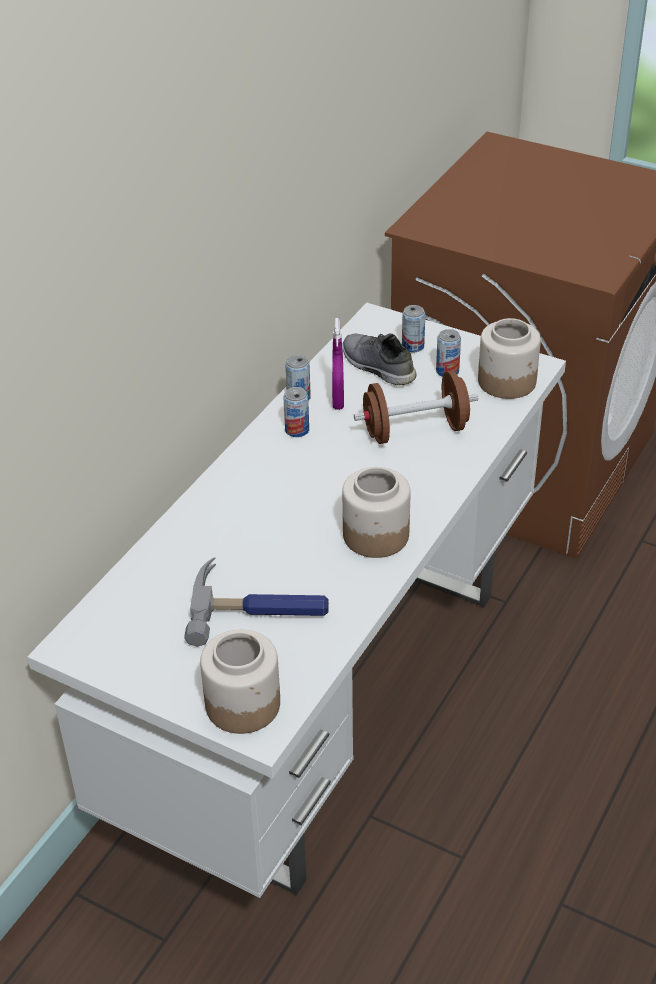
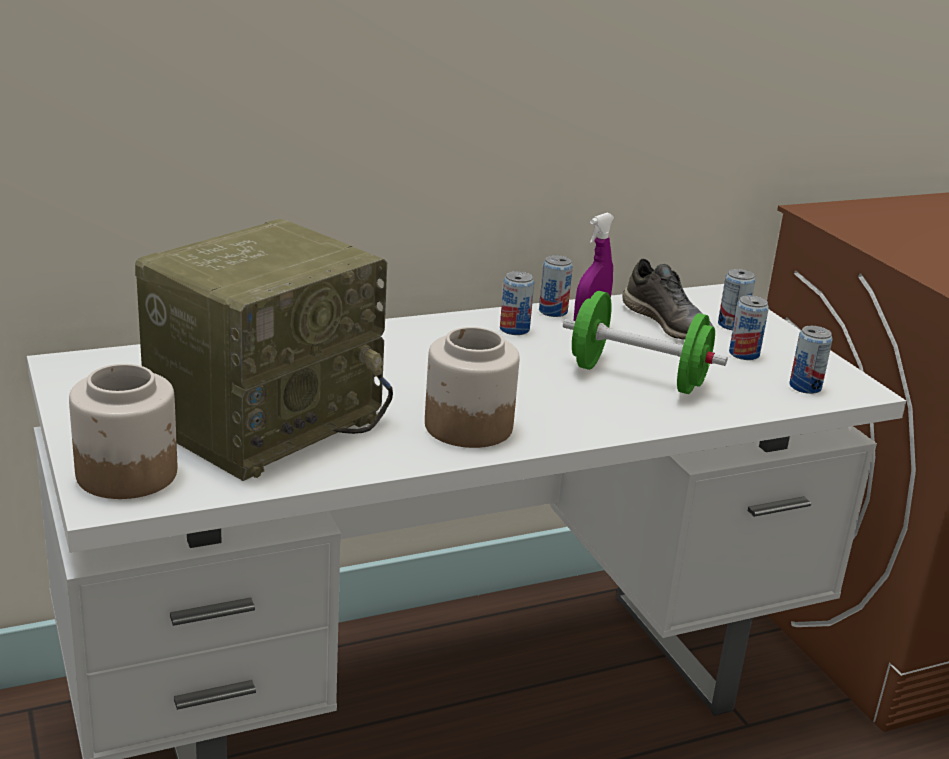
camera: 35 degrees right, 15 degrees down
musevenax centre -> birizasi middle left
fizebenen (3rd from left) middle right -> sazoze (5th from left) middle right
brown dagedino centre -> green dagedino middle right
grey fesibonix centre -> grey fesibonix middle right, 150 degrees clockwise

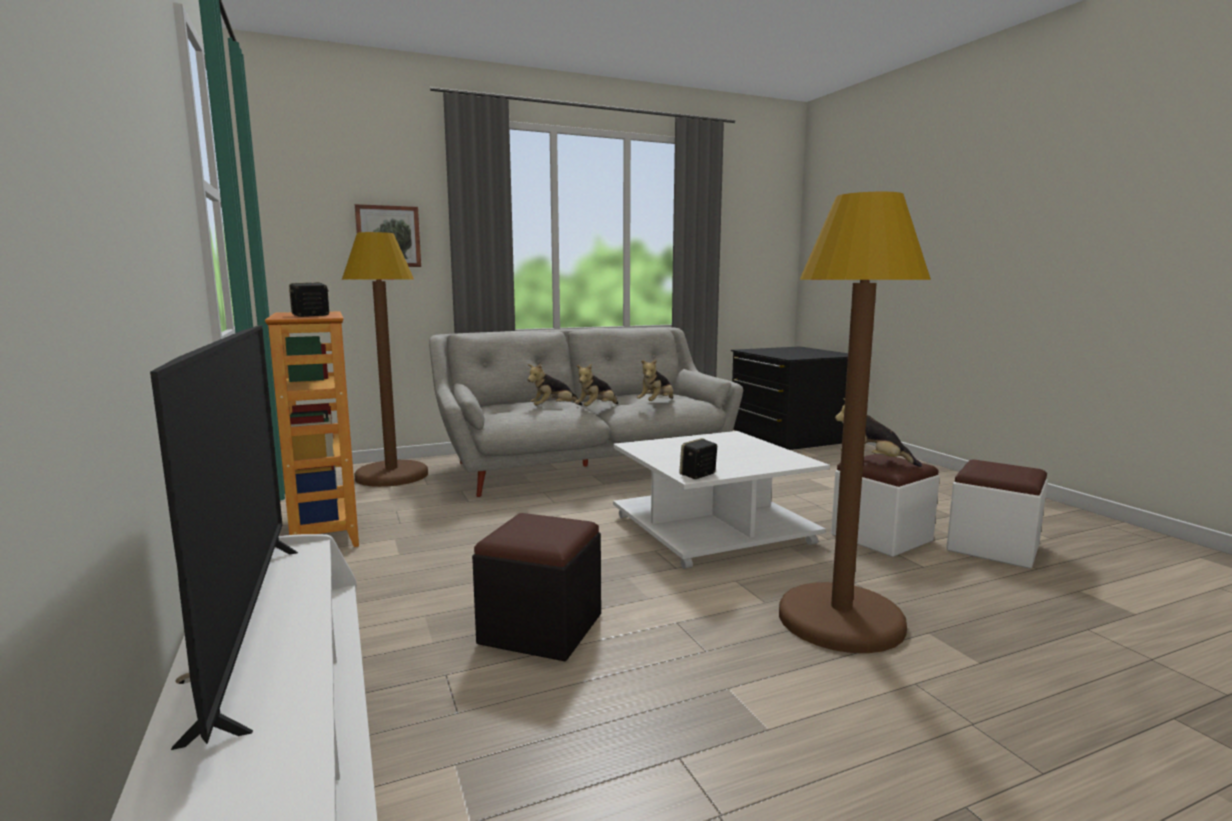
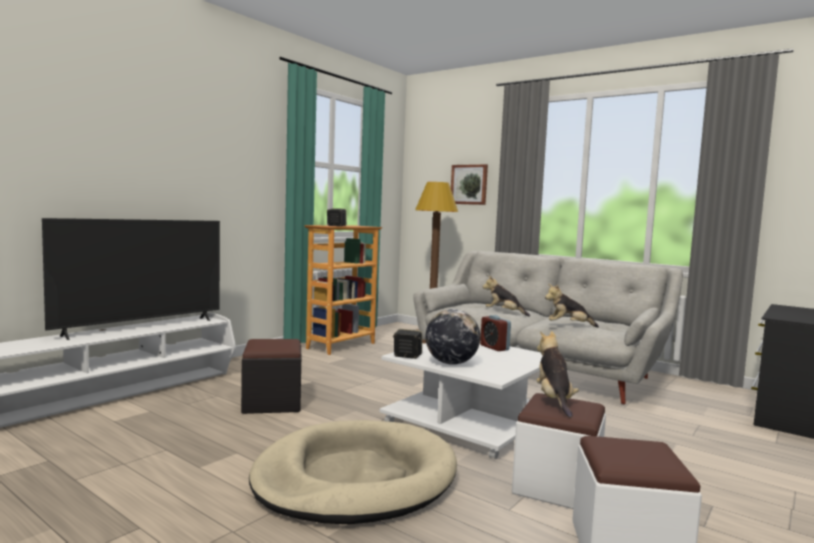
camera: 60 degrees right, 5 degrees down
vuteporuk (2nd from left) centre -> none
none -> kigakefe centre
none -> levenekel centre
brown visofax (2nd from left) middle right -> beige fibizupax bottom centre

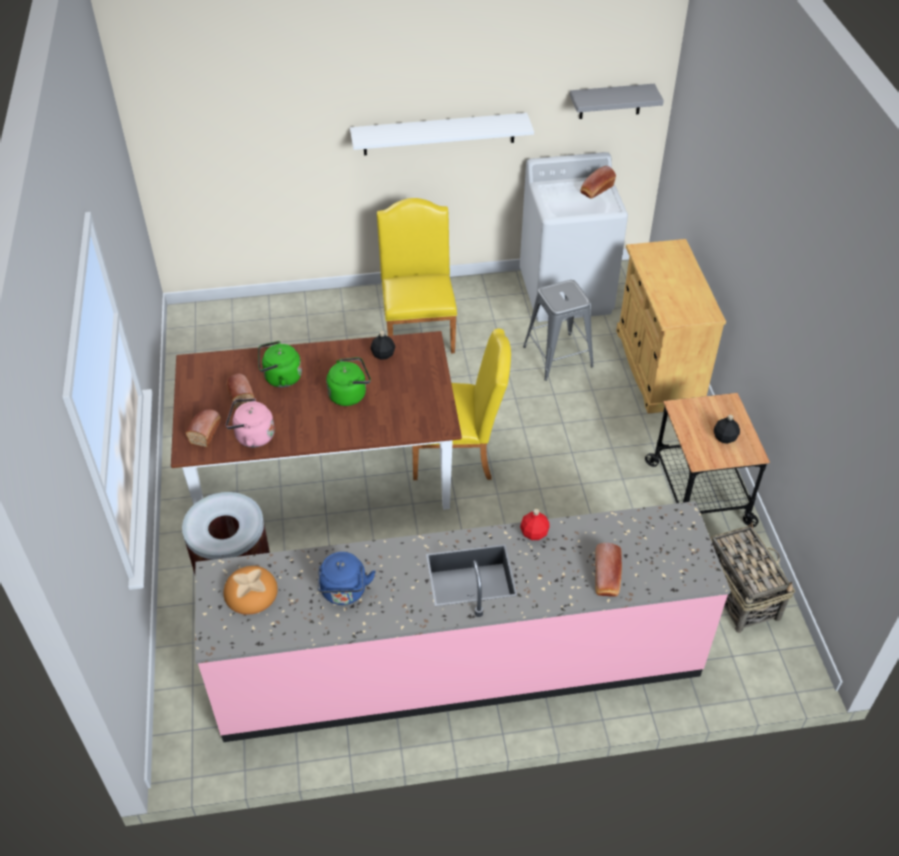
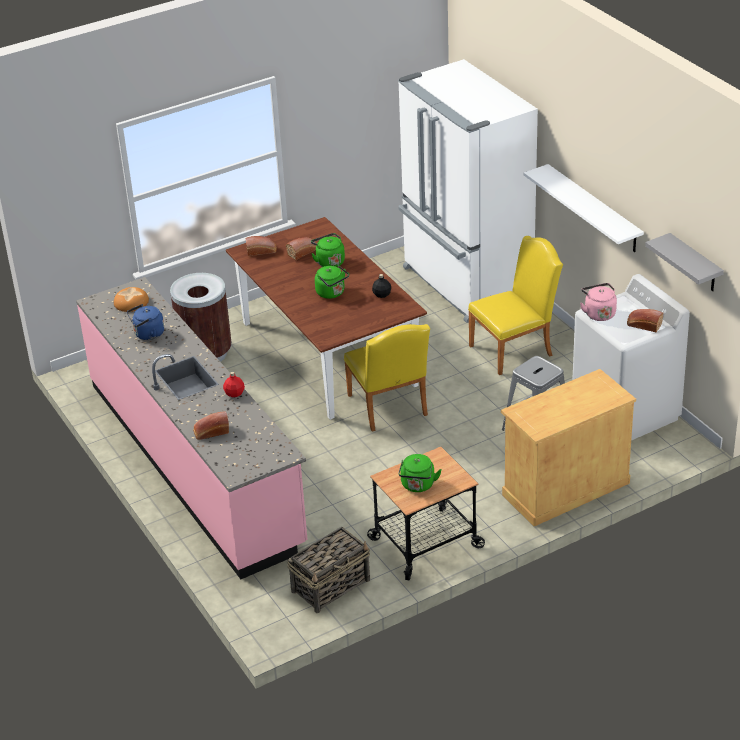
camera: 70 degrees right, 10 degrees down
none -> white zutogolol top centre
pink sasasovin middle left -> pink sasasovin middle right, moved
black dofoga (2nd from left) middle right -> green sasasovin (3rd from left) centre

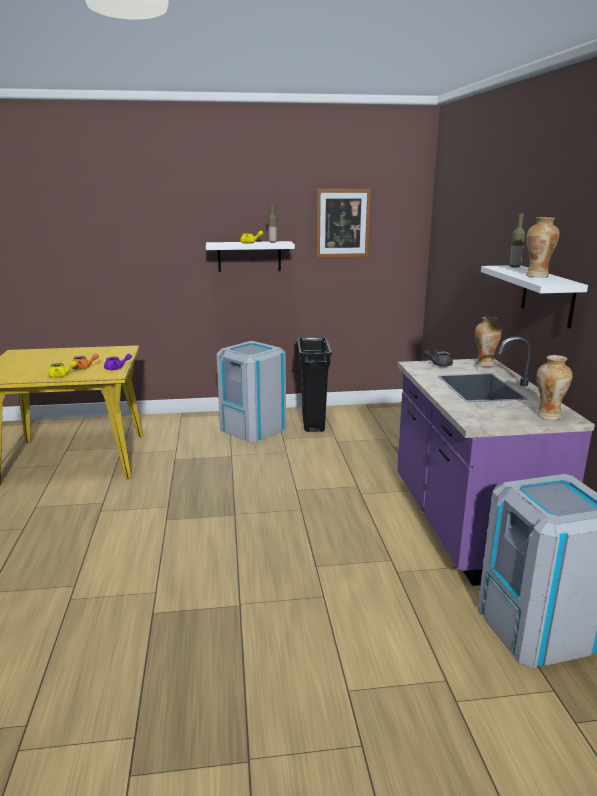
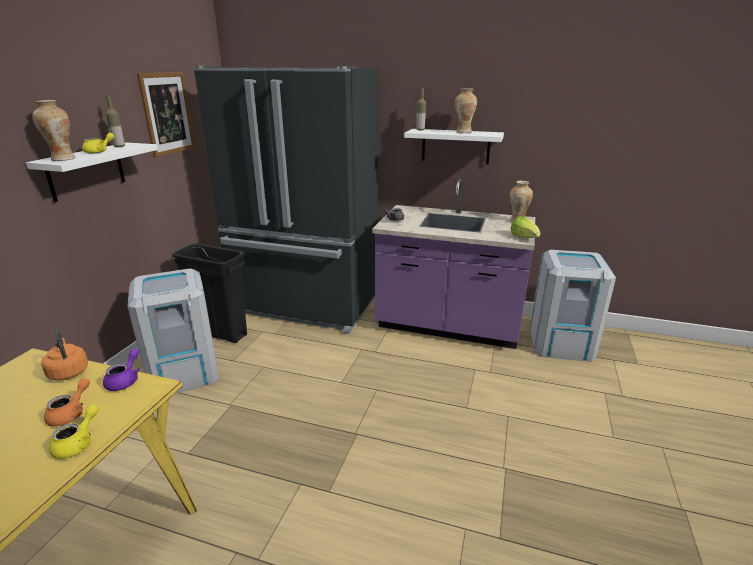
camera: 65 degrees left, 5 degrees up
none -> orange sasasovin middle left
none -> black zutogolol centre
none -> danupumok middle right
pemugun (1st from left) middle right -> pemugun (1st from left) top left, moved

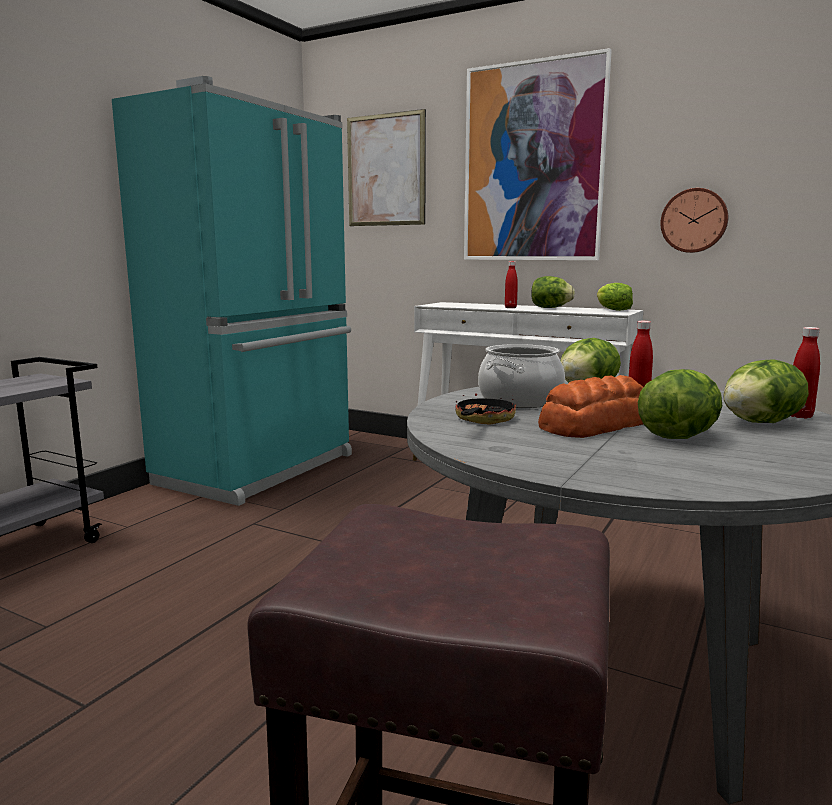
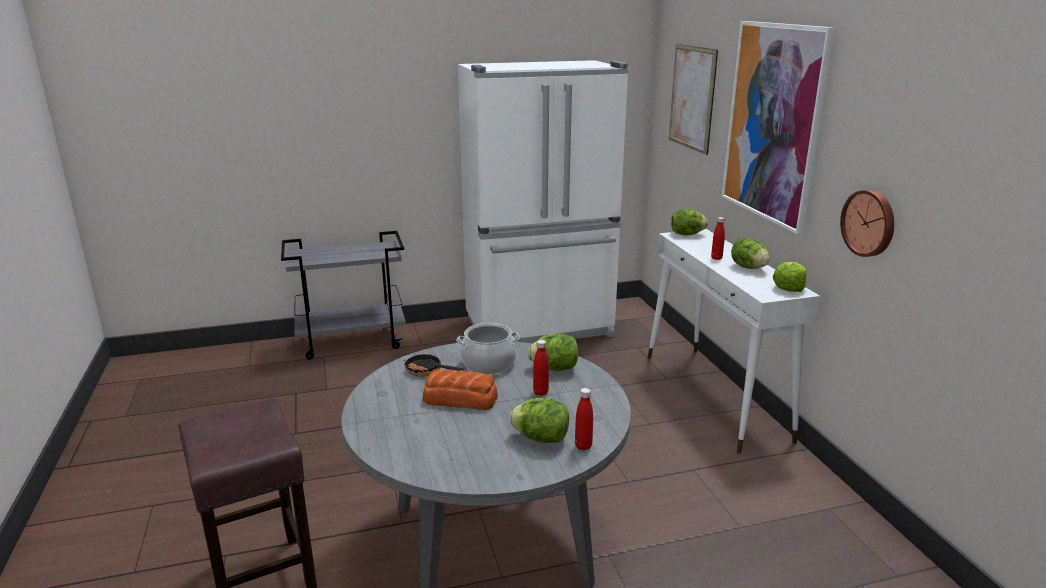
camera: 45 degrees right, 10 degrees up
danupumok (4th from left in the first image) middle right -> danupumok (3rd from left) centre, moved
turquoise zutogolol middle left -> white zutogolol centre
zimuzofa centre, 120 degrees counterclockwise

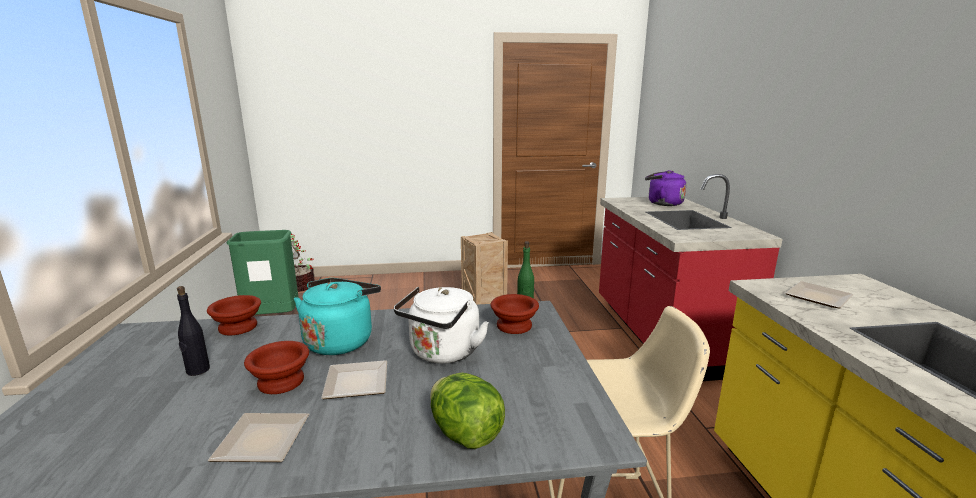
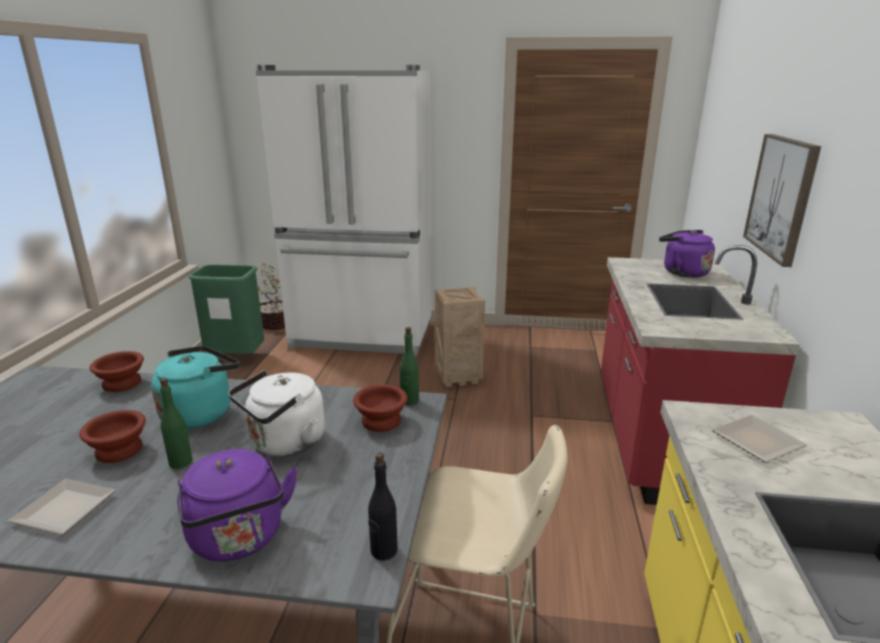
camera: 15 degrees right, 5 degrees up
none -> white zutogolol top centre
none -> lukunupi top right
black dofoga middle left -> black dofoga bottom centre, moved
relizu (2nd from left) bottom centre -> green dofoga (1st from left) middle left
danupumok bottom centre -> purple sasasovin (1st from left) bottom left

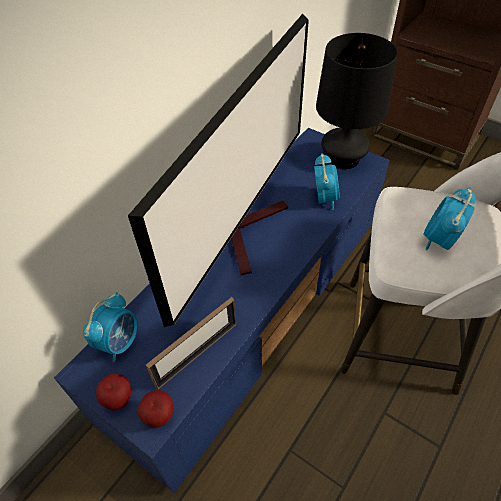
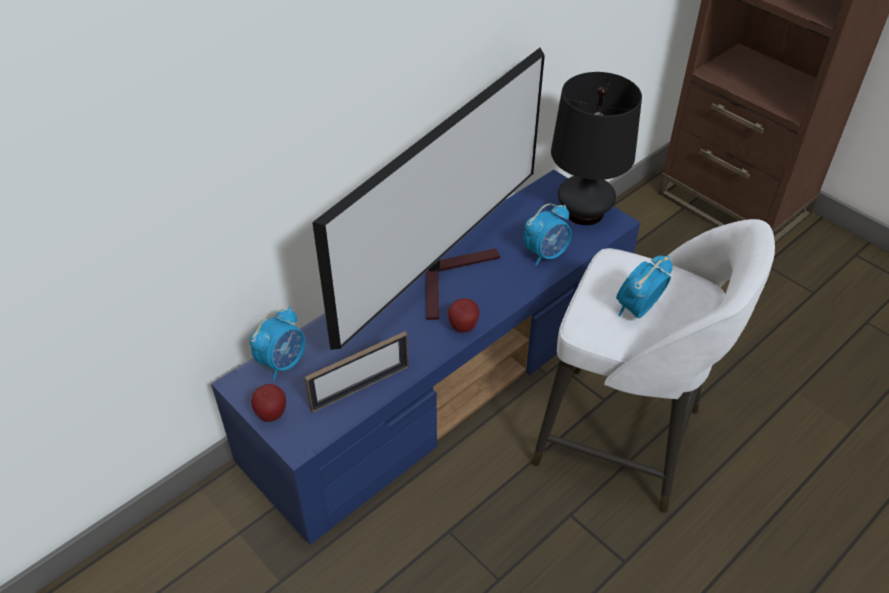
camera: 10 degrees right, 5 degrees down
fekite (2nd from left) bottom left -> fekite (2nd from left) centre, moved
levenekel (2nd from left) centre, 45 degrees clockwise

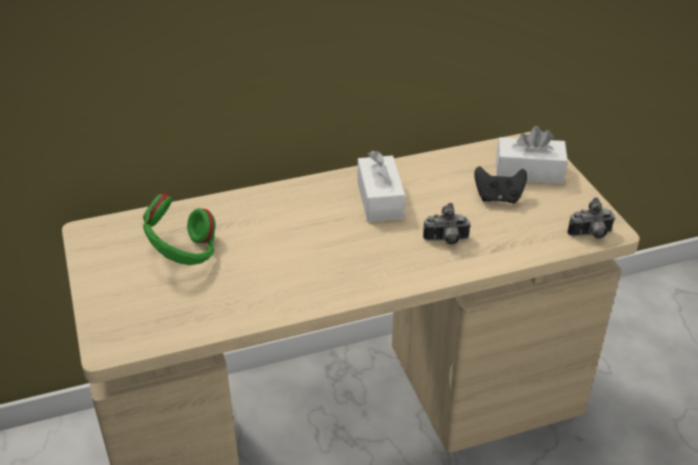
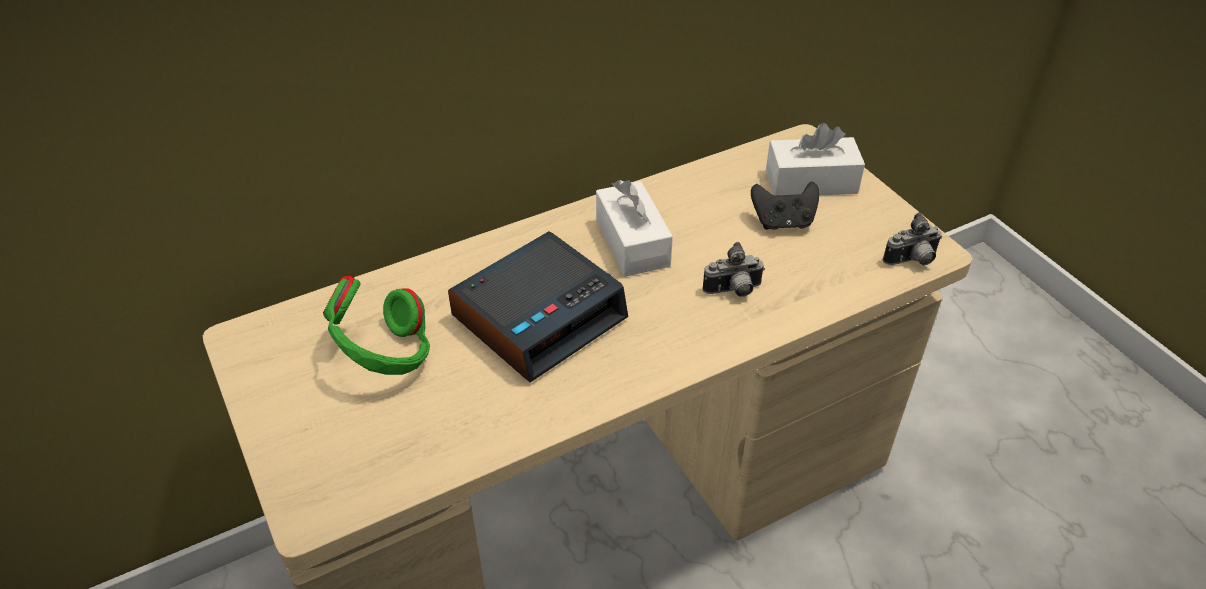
camera: 10 degrees left, 5 degrees up
none -> levenekel centre

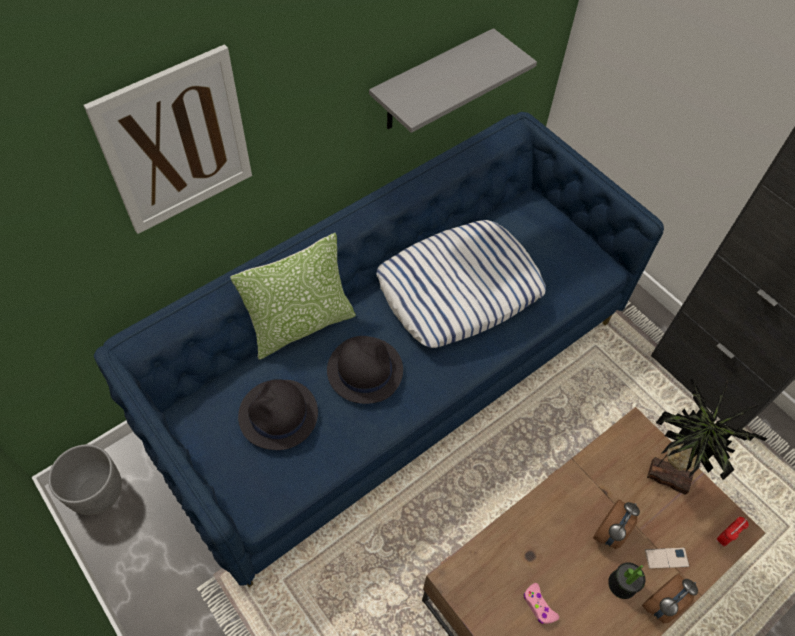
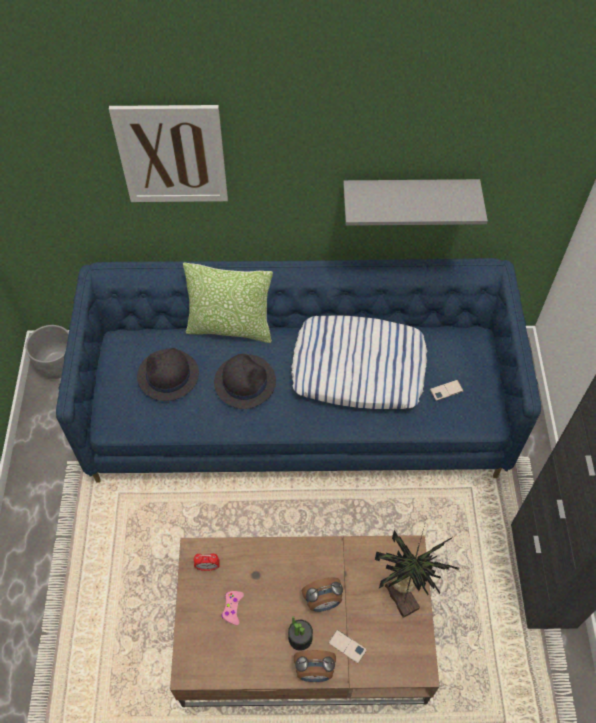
camera: 40 degrees right, 0 degrees up
none -> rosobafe (2nd from left) middle right
levenekel (3rd from left in the first image) bottom right -> levenekel (1st from left) bottom centre, moved

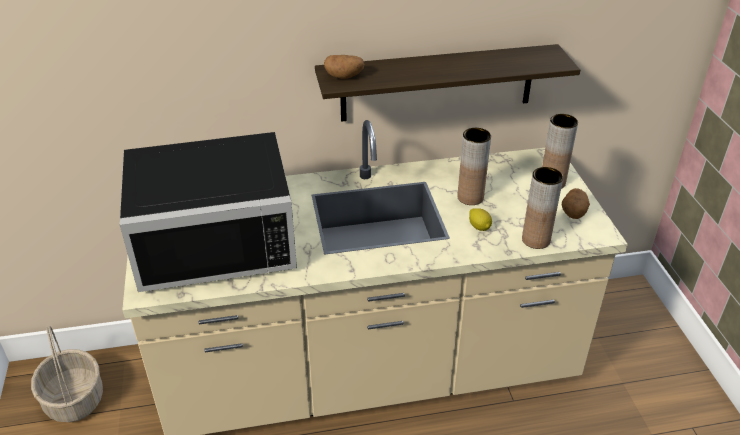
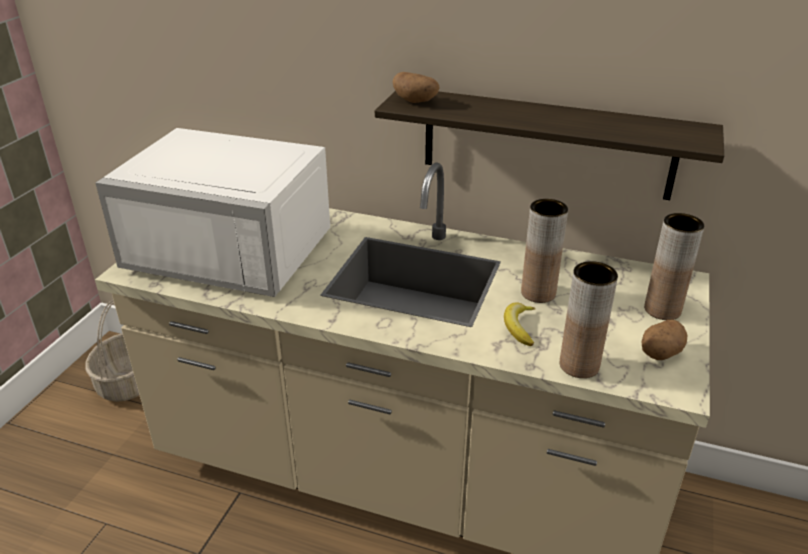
camera: 30 degrees right, 5 degrees down
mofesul centre -> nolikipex centre
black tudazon middle left -> white tudazon middle left

